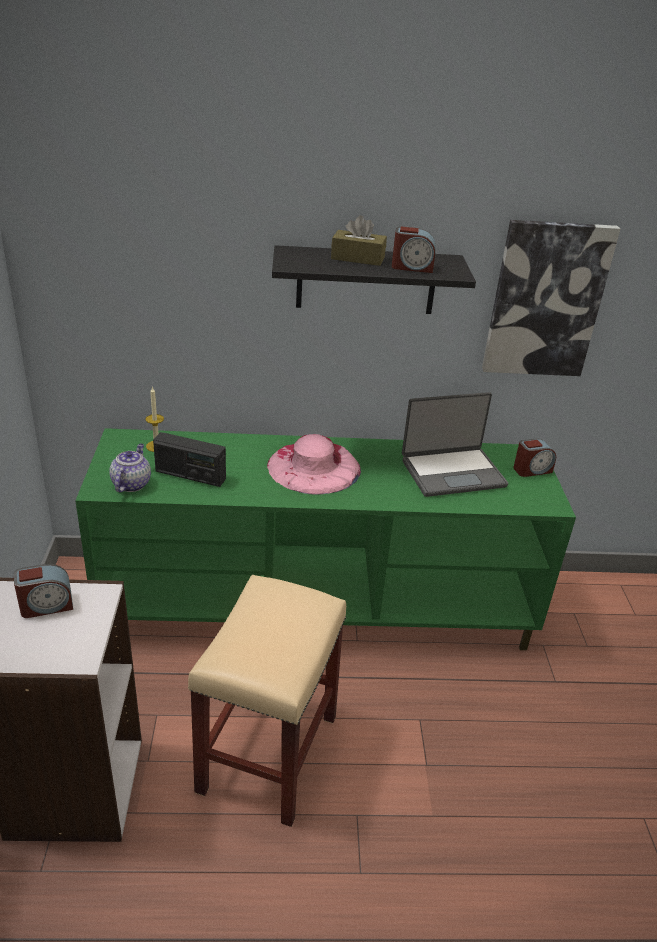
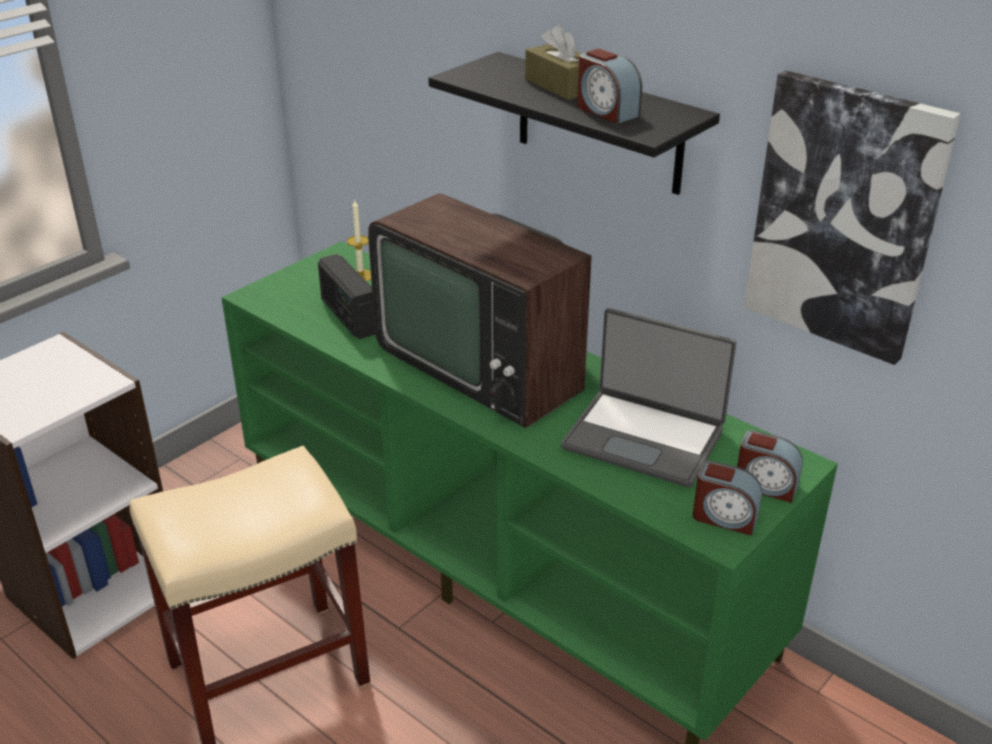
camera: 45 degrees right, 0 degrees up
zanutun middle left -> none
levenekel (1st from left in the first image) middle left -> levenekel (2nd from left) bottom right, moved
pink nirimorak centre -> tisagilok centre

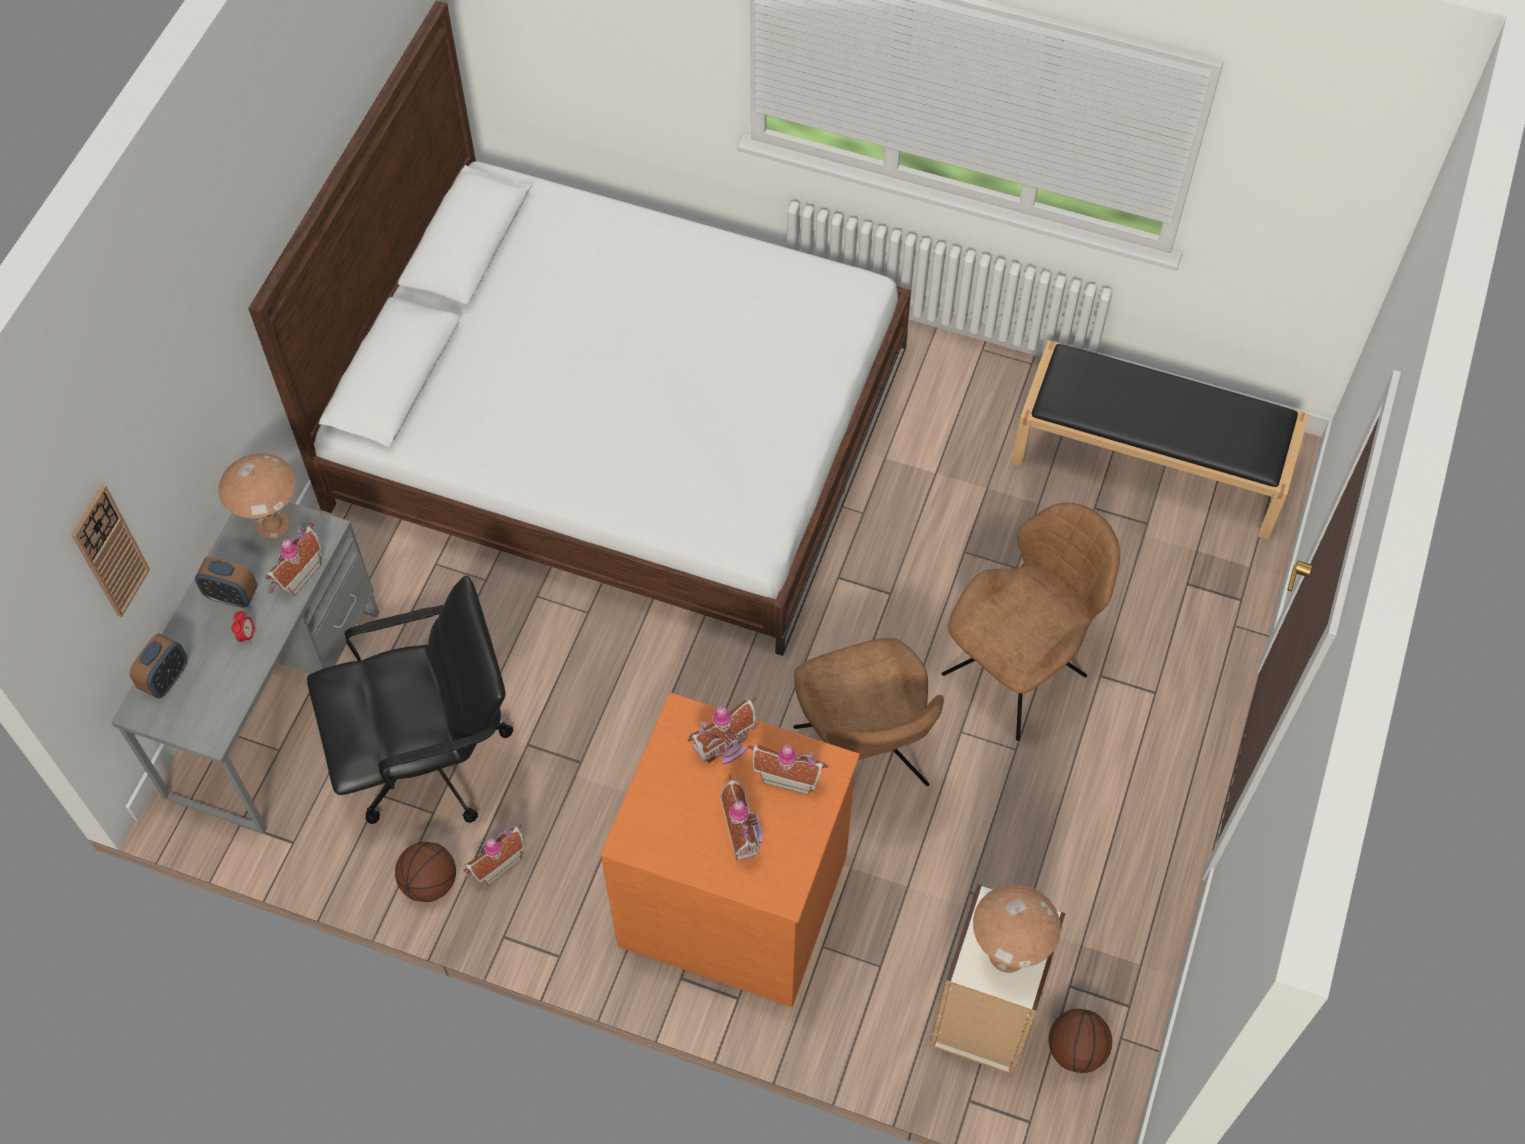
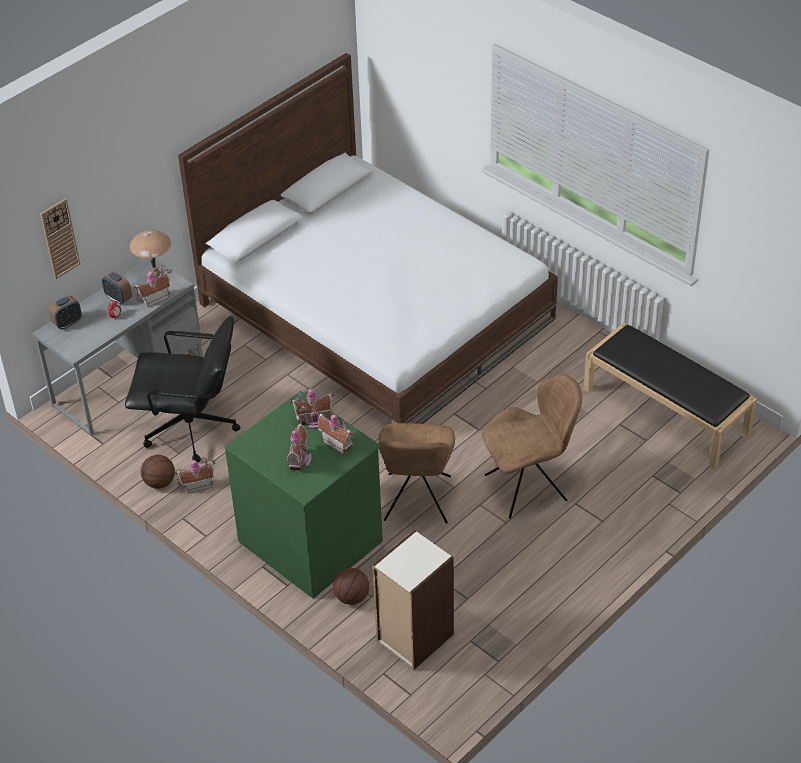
camera: 25 degrees right, 15 degrees down
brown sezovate (2nd from left) bottom right -> none
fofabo (2nd from left) bottom right -> fofabo (2nd from left) bottom centre, moved
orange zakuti bottom centre -> green zakuti centre

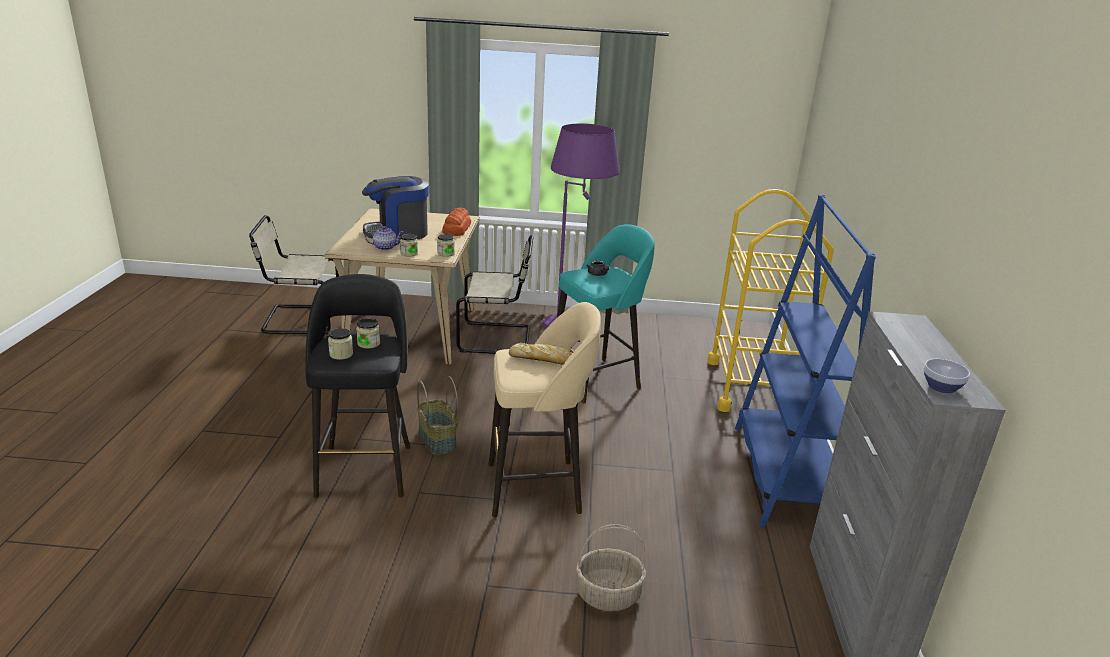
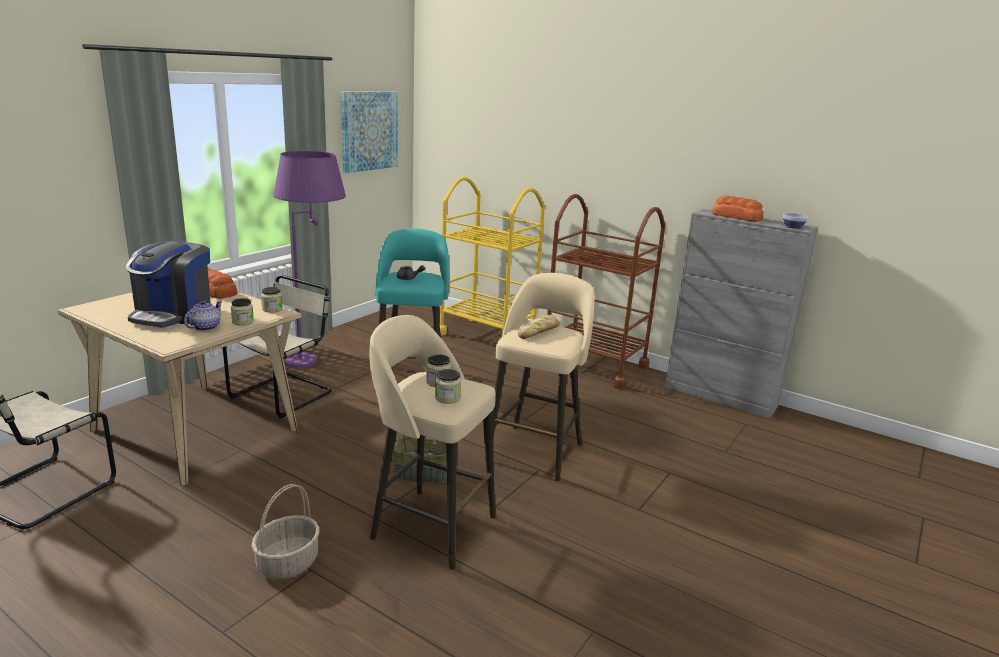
camera: 60 degrees left, 5 degrees down
none -> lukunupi top centre
none -> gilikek (3rd from left) top right
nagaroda (2nd from left in the first image) bottom centre -> nagaroda (1st from left) bottom left, moved
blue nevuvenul middle right -> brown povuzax centre
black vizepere middle left -> beige vizepere (1st from left) bottom centre

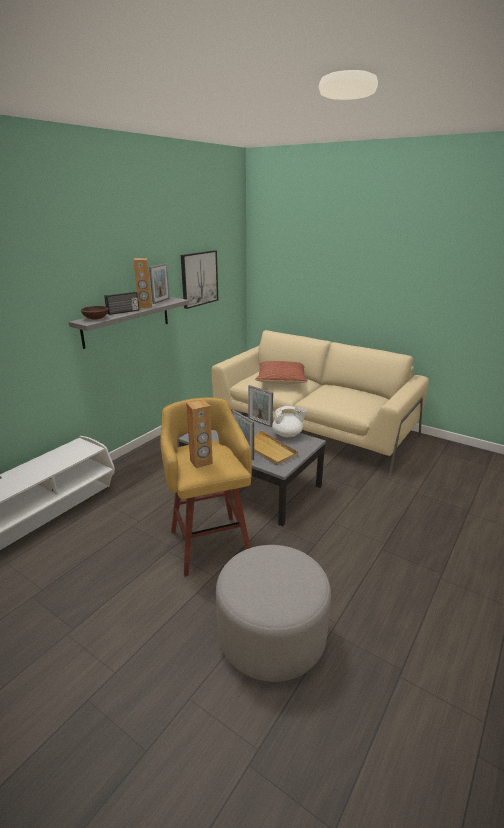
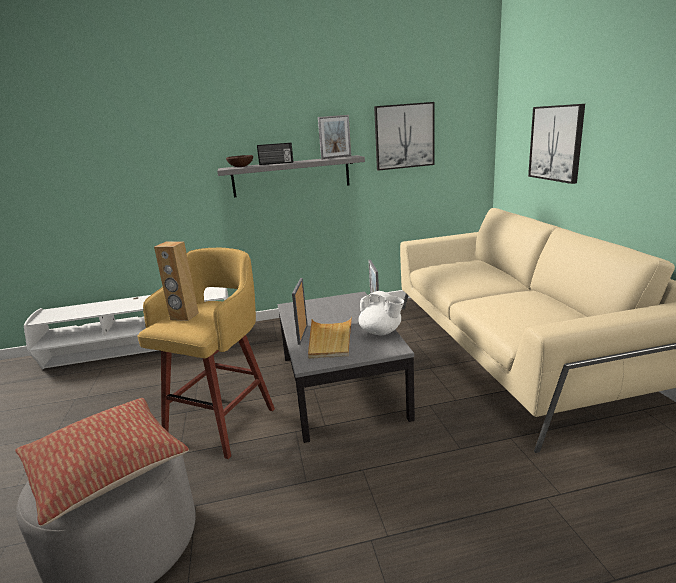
camera: 45 degrees right, 5 degrees down
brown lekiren (1st from left) middle left -> none
none -> lukunupi (2nd from left) top right
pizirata centre -> pizirata bottom left, moved

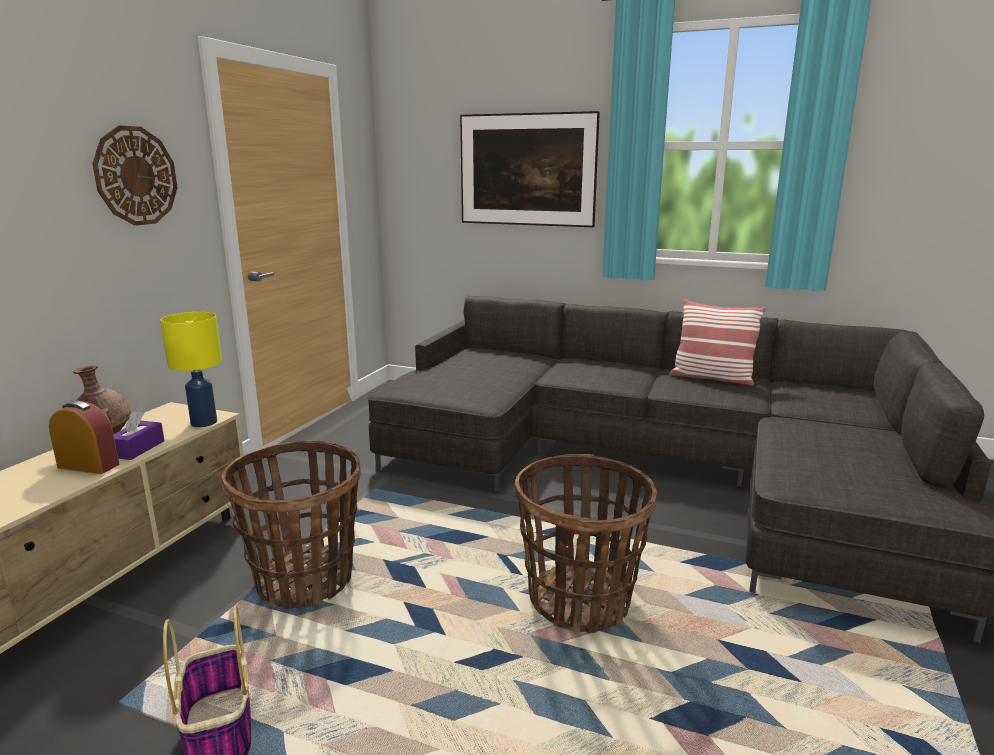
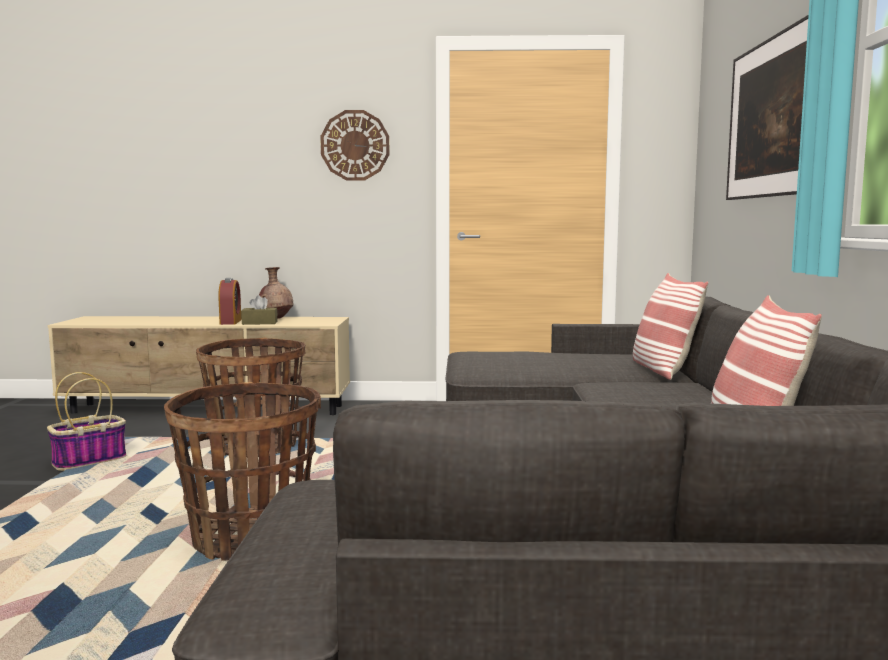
camera: 70 degrees right, 10 degrees down
yellow sezovate middle left -> none
none -> pizirata (1st from left) middle right
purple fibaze middle left -> brown fibaze middle left

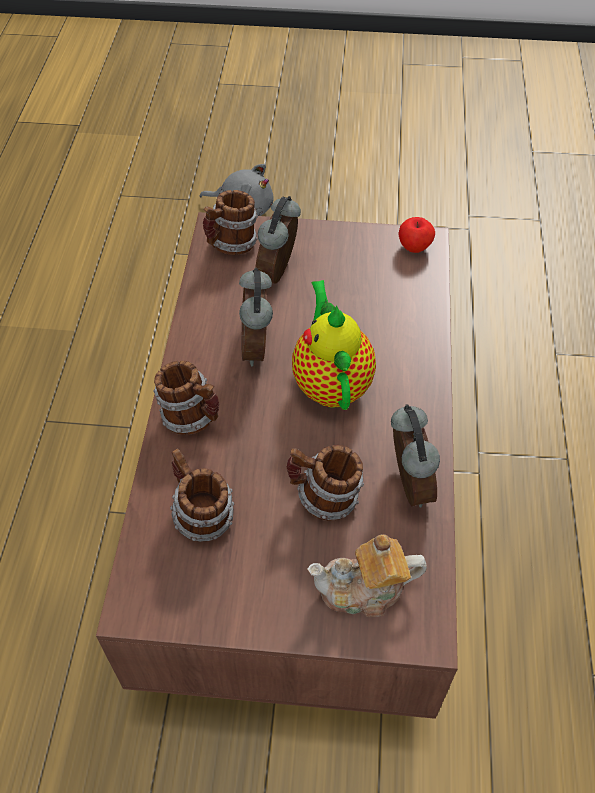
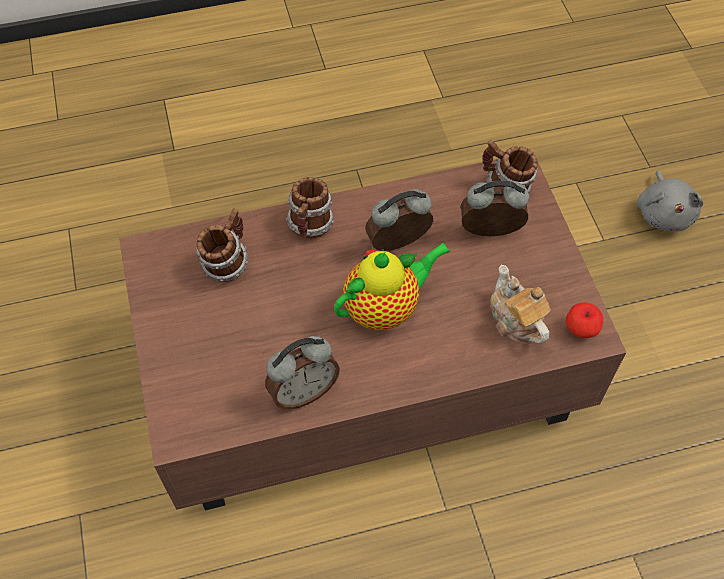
camera: 70 degrees right, 5 degrees up
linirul (4th from left) centre -> none
zanutun (2nd from left) bottom centre -> zanutun (2nd from left) middle right, moved

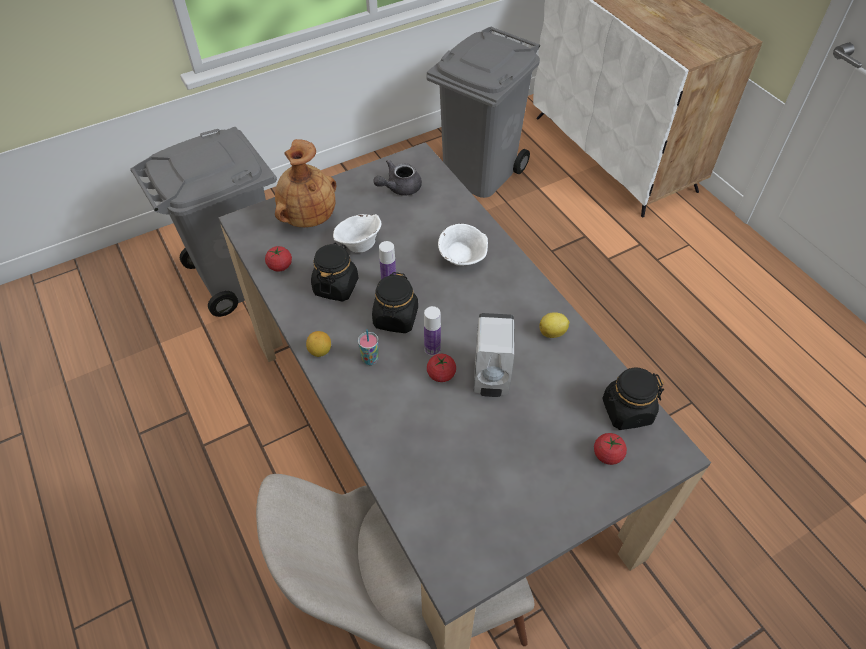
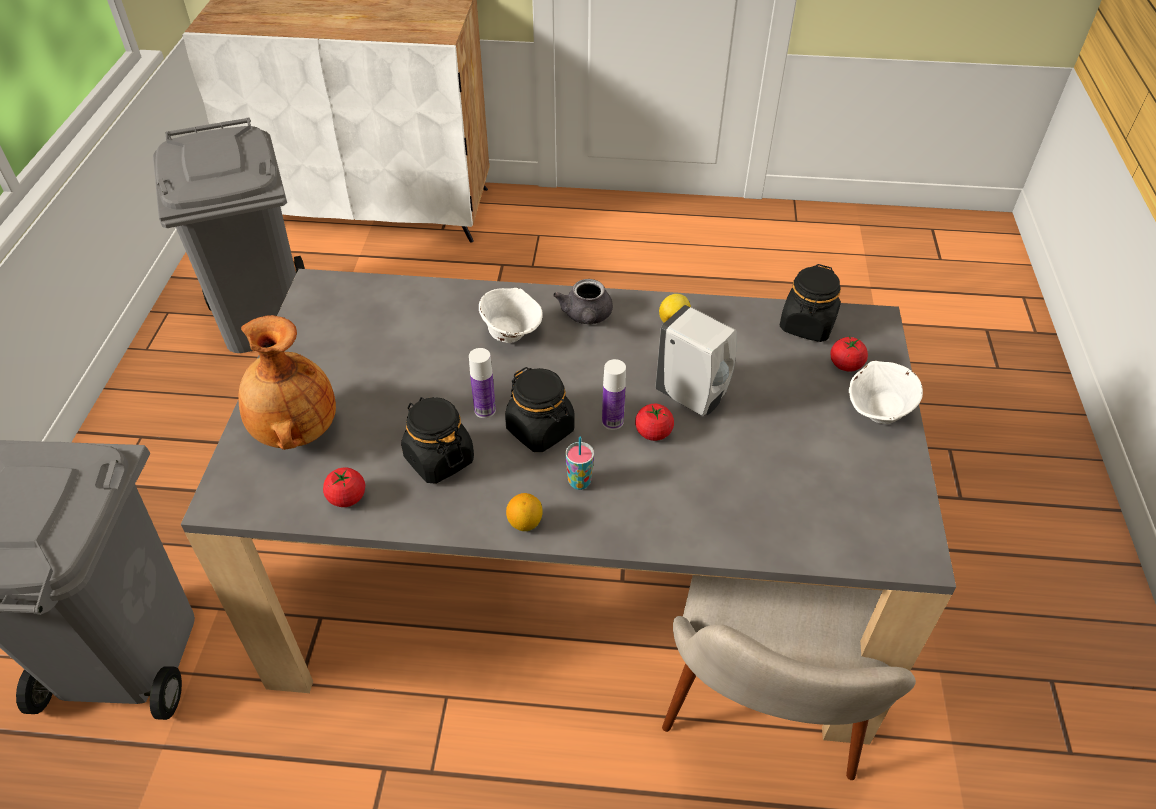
camera: 55 degrees left, 5 degrees down
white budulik (1st from left in the first image) centre -> white budulik (2nd from left) middle right, moved
grey zanutun top centre -> grey zanutun centre, moved

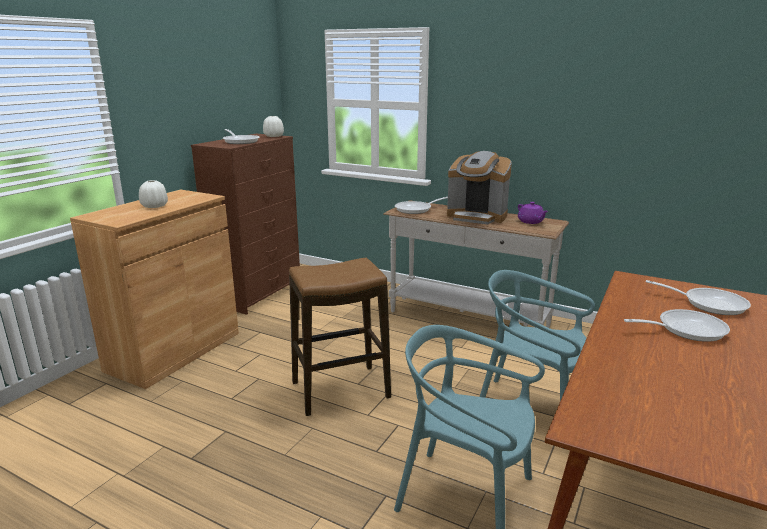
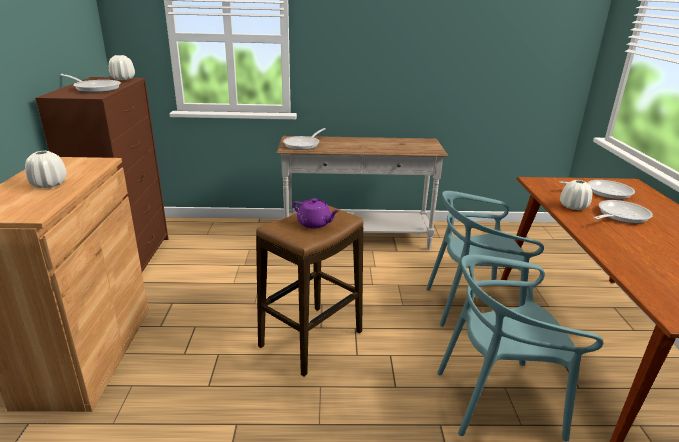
camera: 30 degrees left, 5 degrees up
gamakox centre -> none
none -> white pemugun (3rd from left) middle right
purple zanutun middle right -> purple zanutun centre, moved

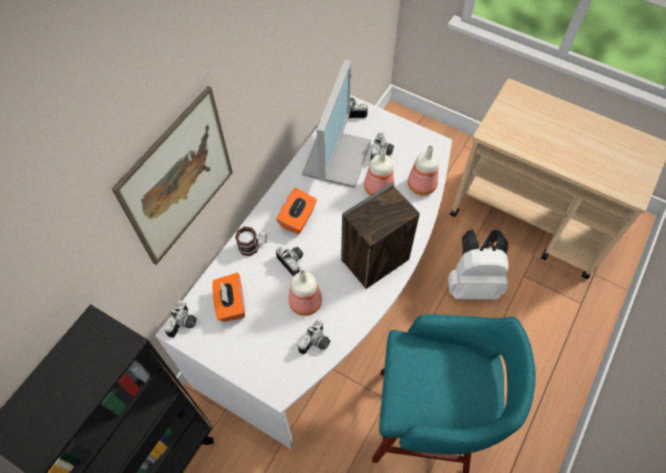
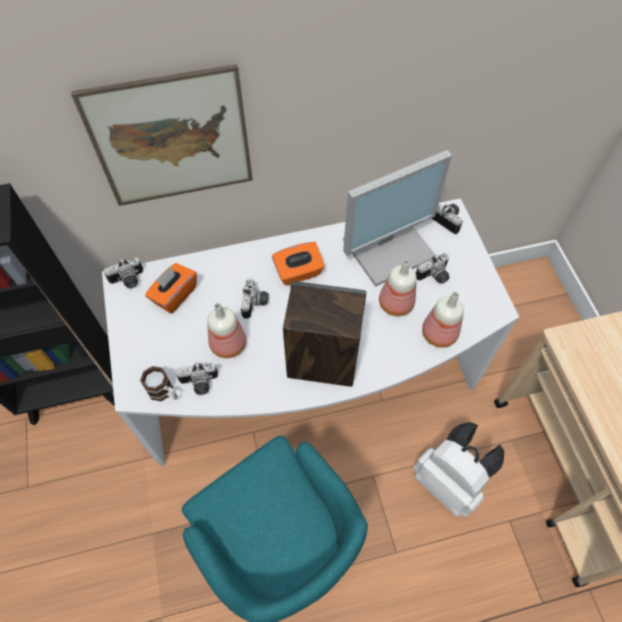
camera: 45 degrees right, 0 degrees up
linirul centre -> linirul middle left, moved

